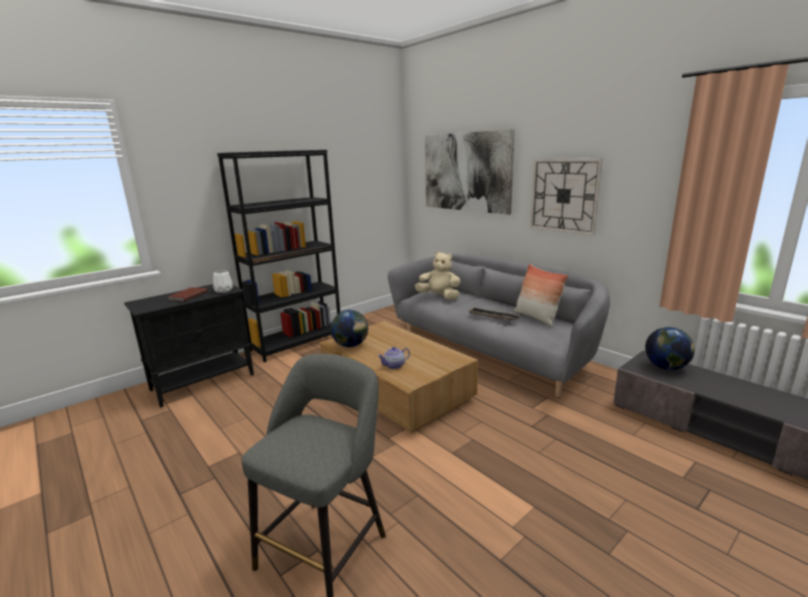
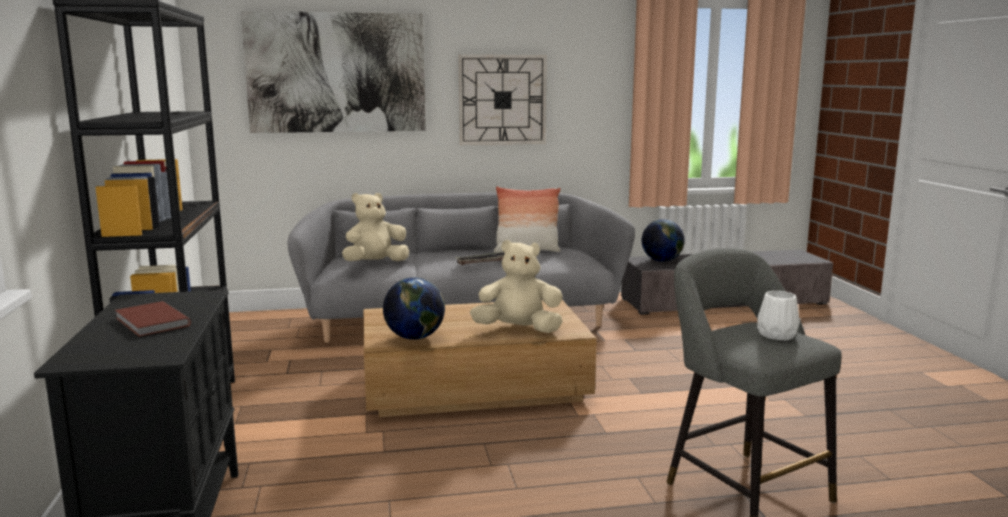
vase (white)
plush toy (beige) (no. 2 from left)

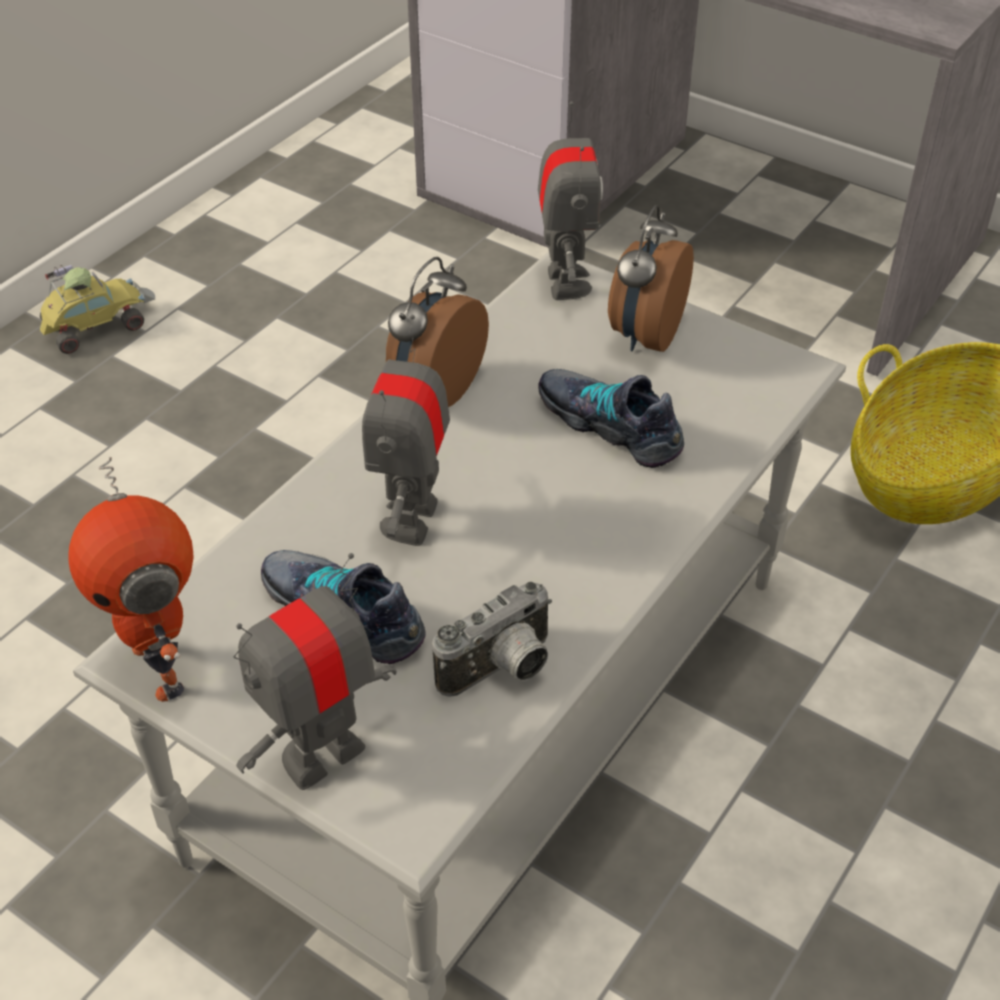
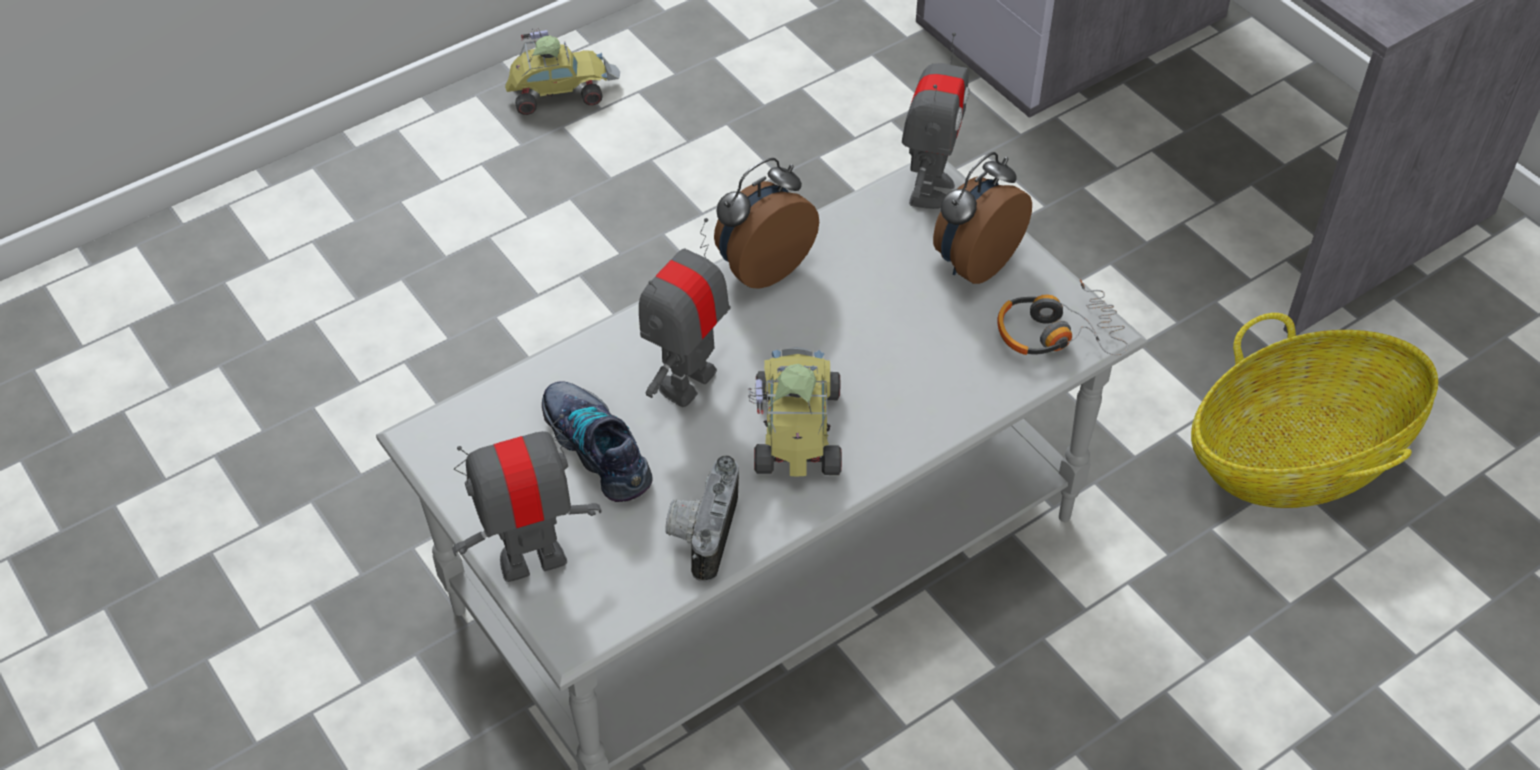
toy robot (no. 1 from left in the first image)
shoe (no. 2 from left in the first image)
toy car (no. 2 from left)
headphones
photo camera

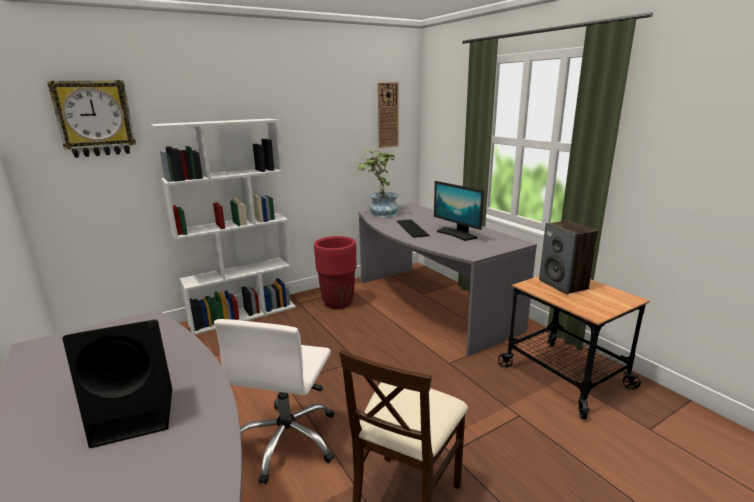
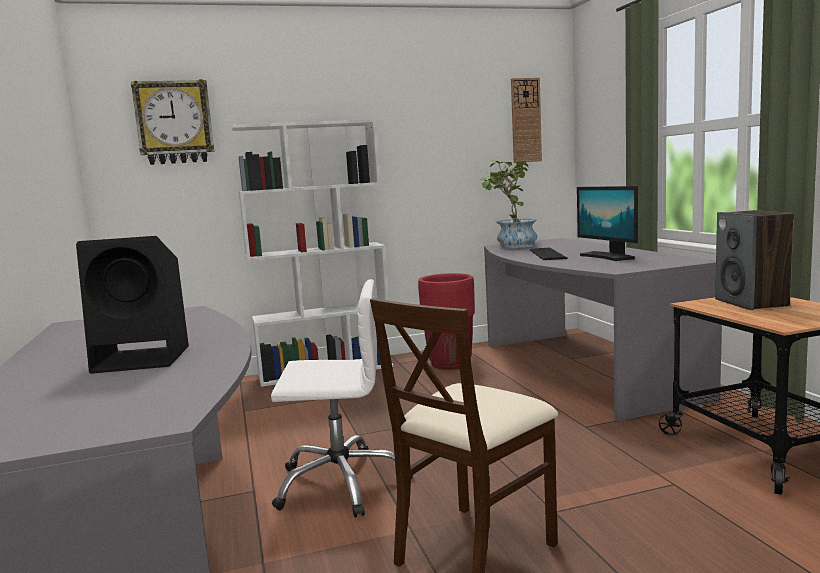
office chair (white)

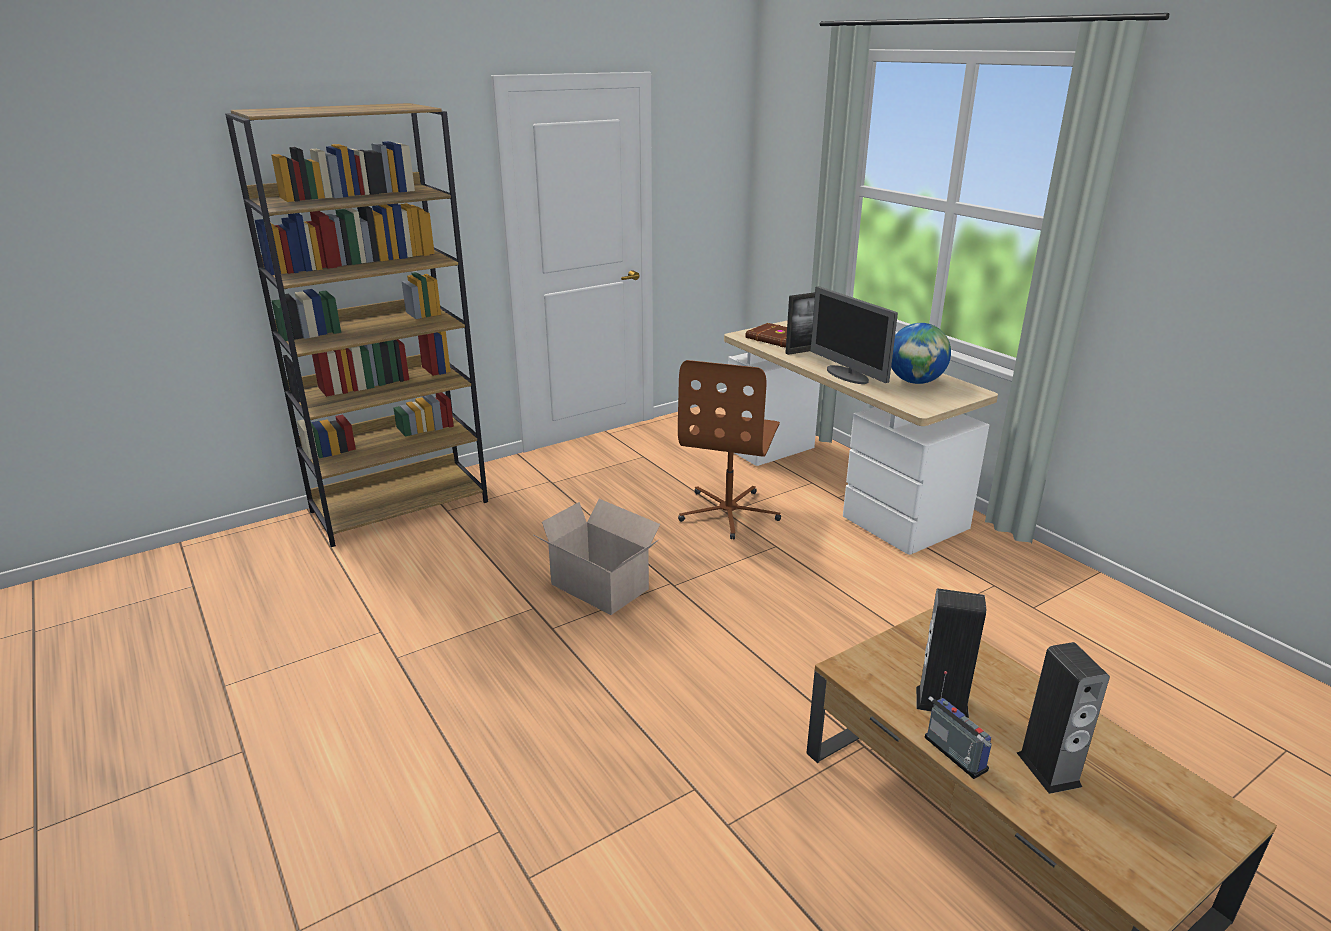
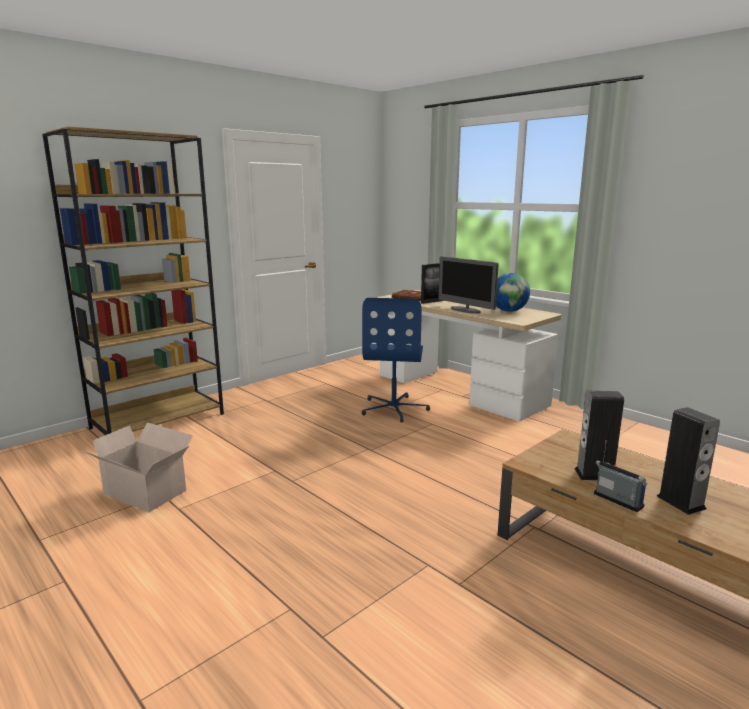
cardboard box
office chair (blue)

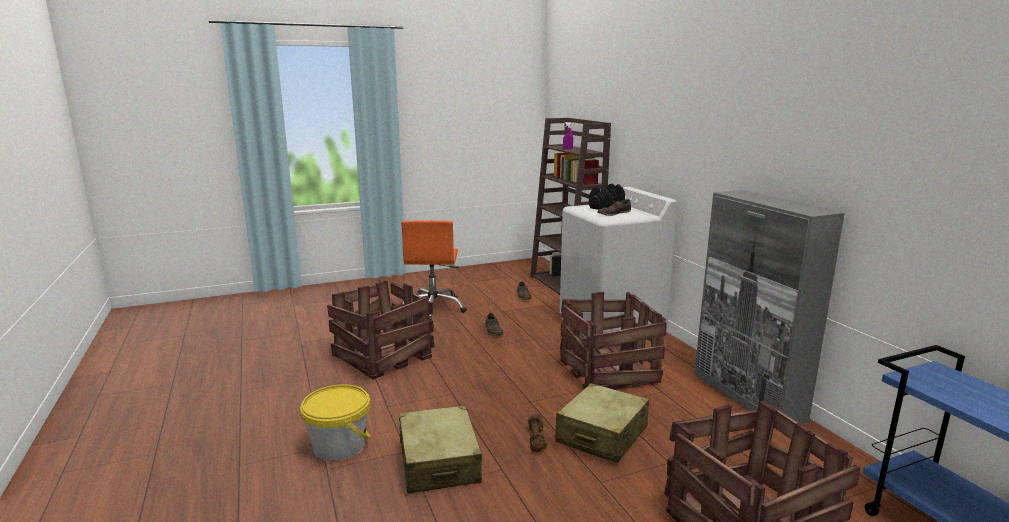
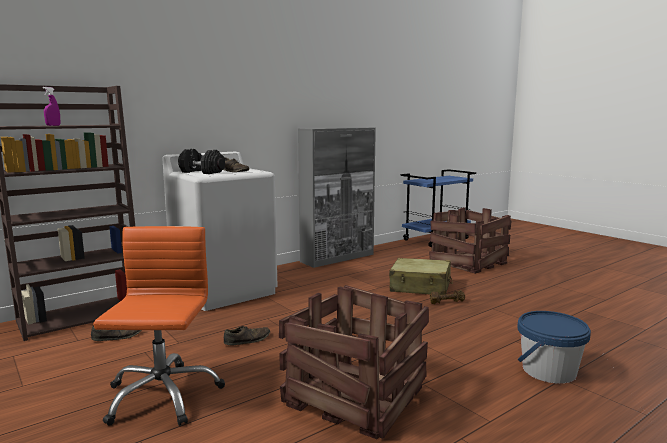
suitcase (beige) (no. 1 from left in the first image)
crate (no. 2 from left in the first image)
bucket (blue)
office chair (orange)

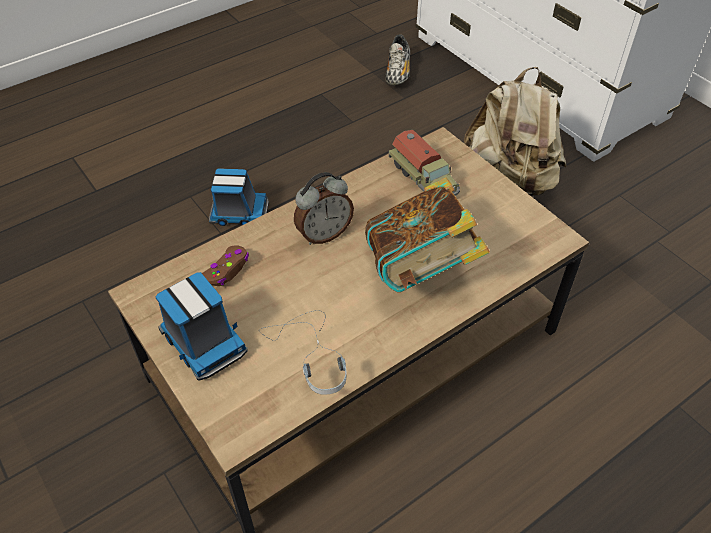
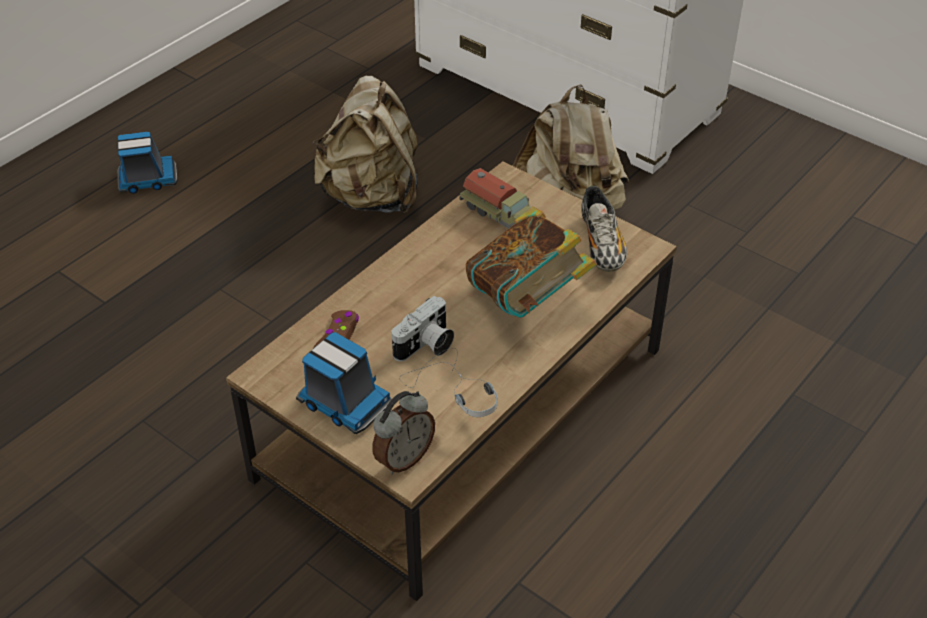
backpack (beige) (no. 1 from left)
photo camera
toy truck (no. 1 from left)
alarm clock
shoe

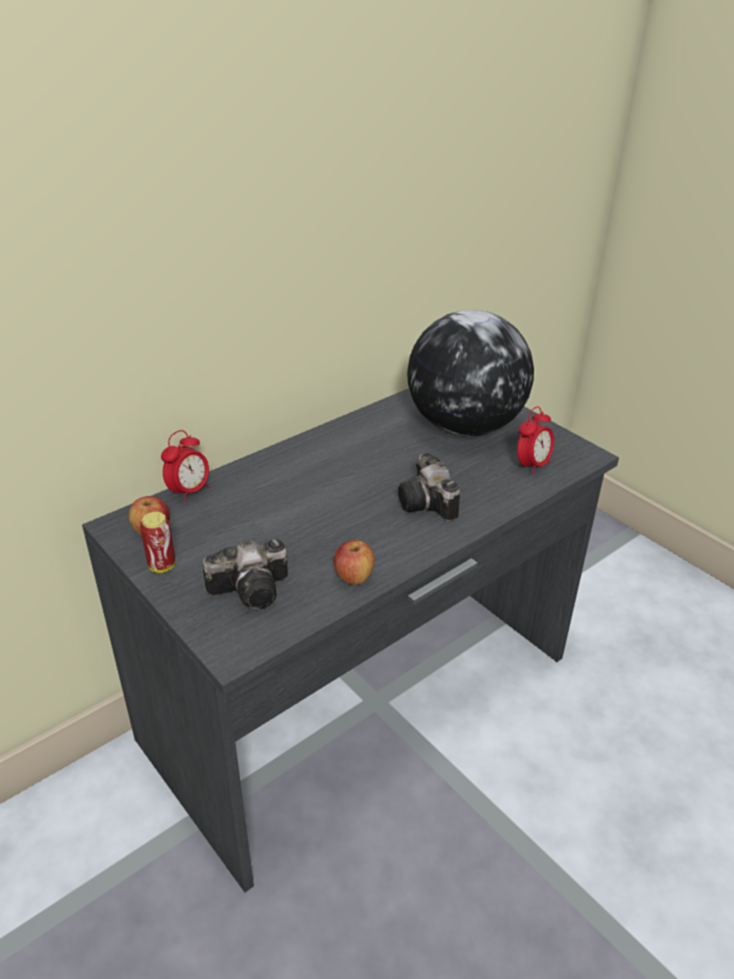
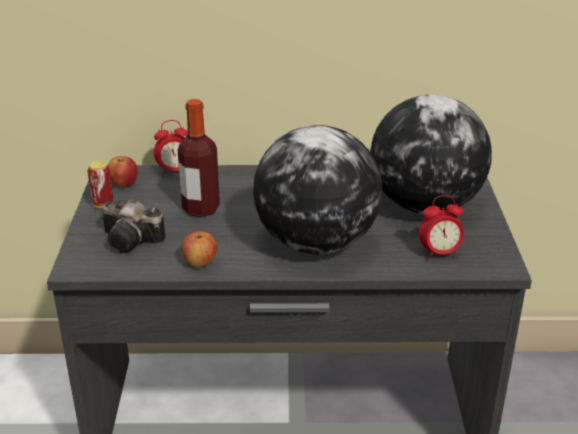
bottle
globe (no. 1 from left)

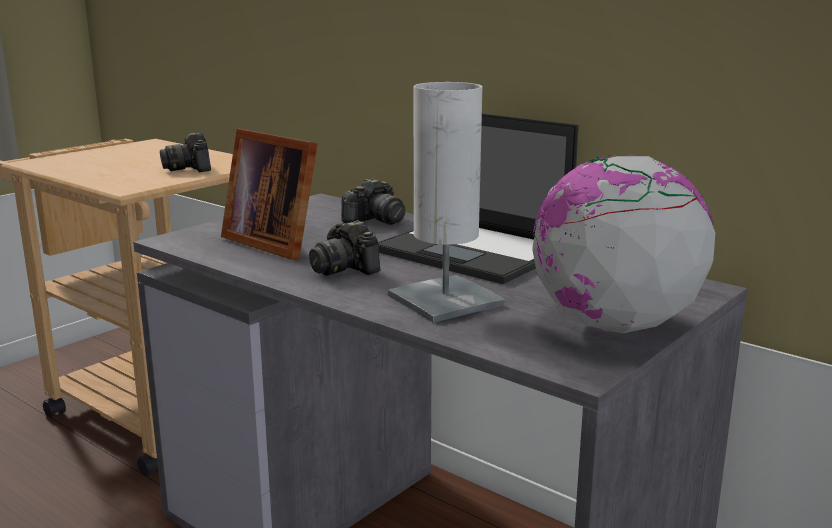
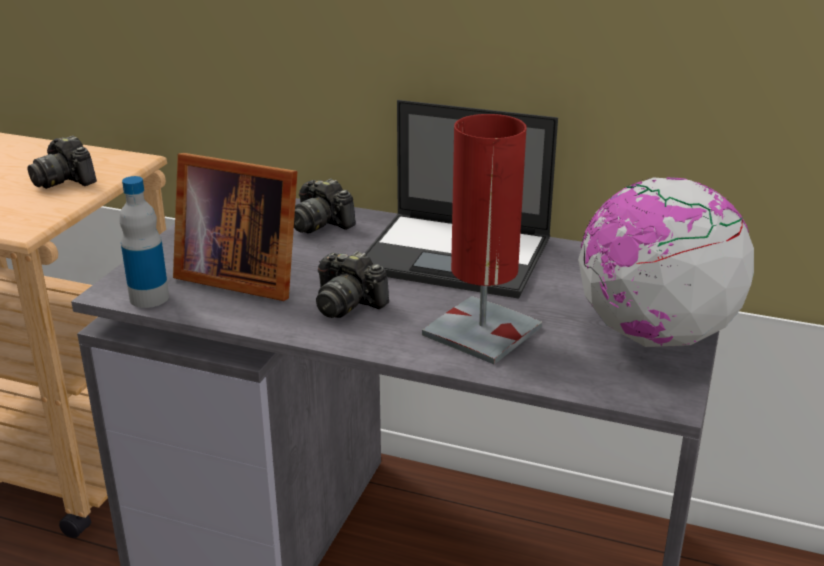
bottle
table lamp (red)
photo camera (no. 2 from left)

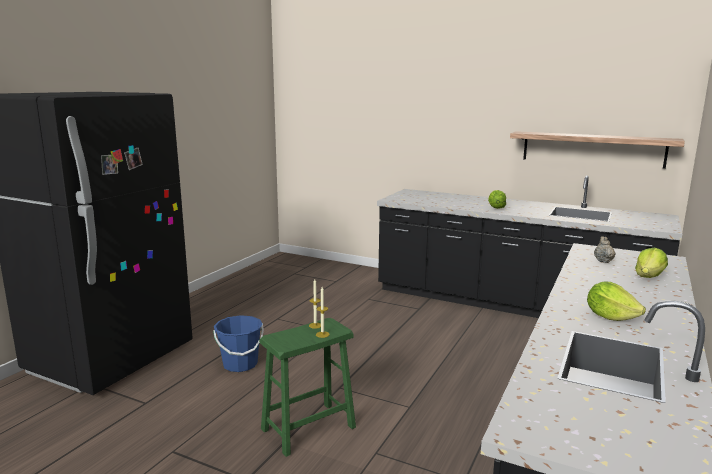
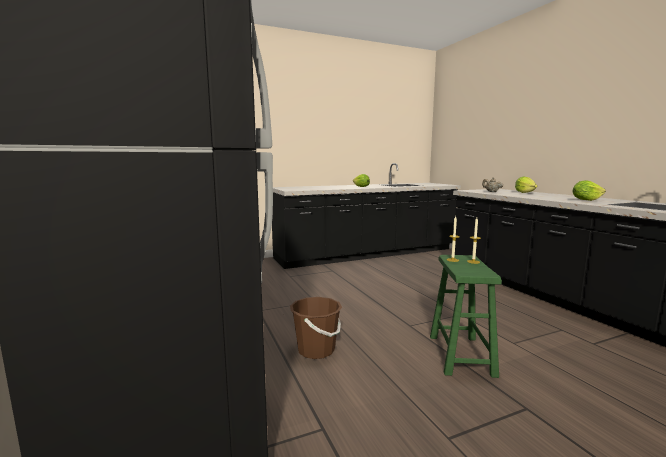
shelf
bucket (brown)

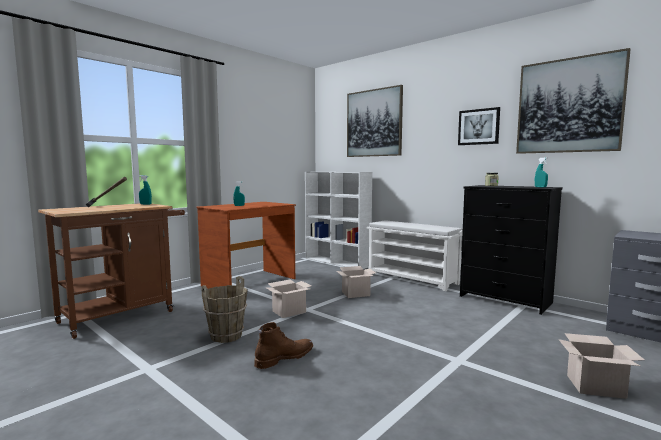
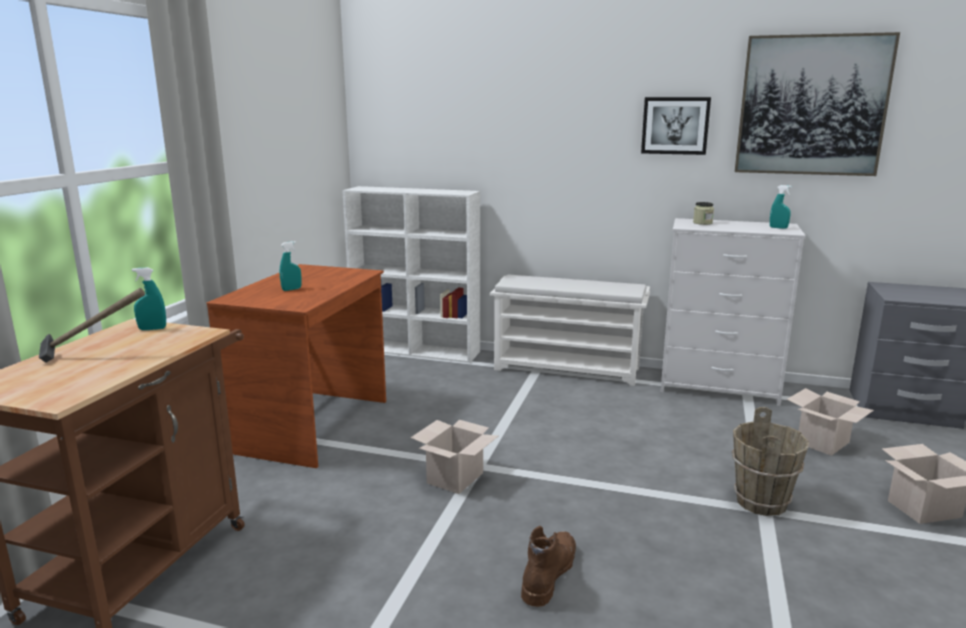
picture (no. 1 from left in the first image)
bucket (brown)
cardboard box (no. 2 from left)
dresser (white)

